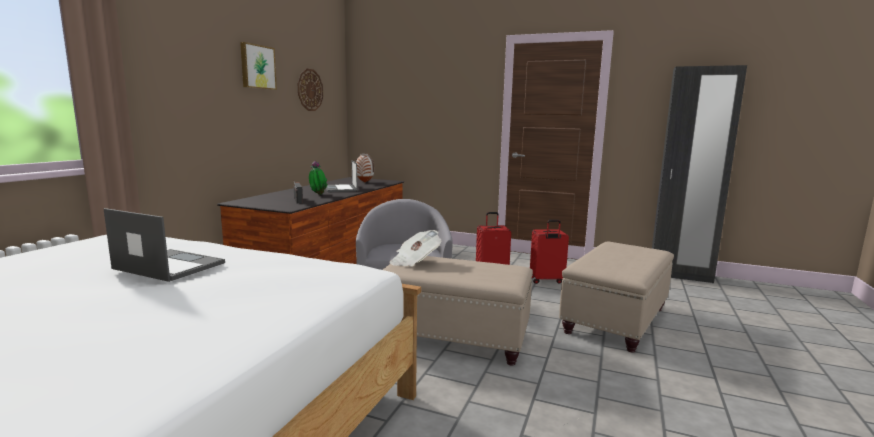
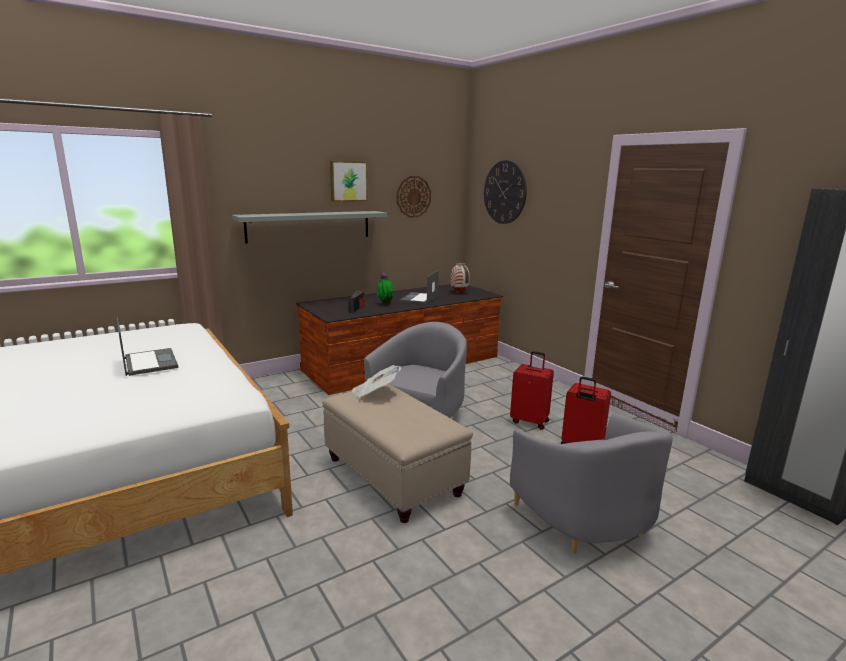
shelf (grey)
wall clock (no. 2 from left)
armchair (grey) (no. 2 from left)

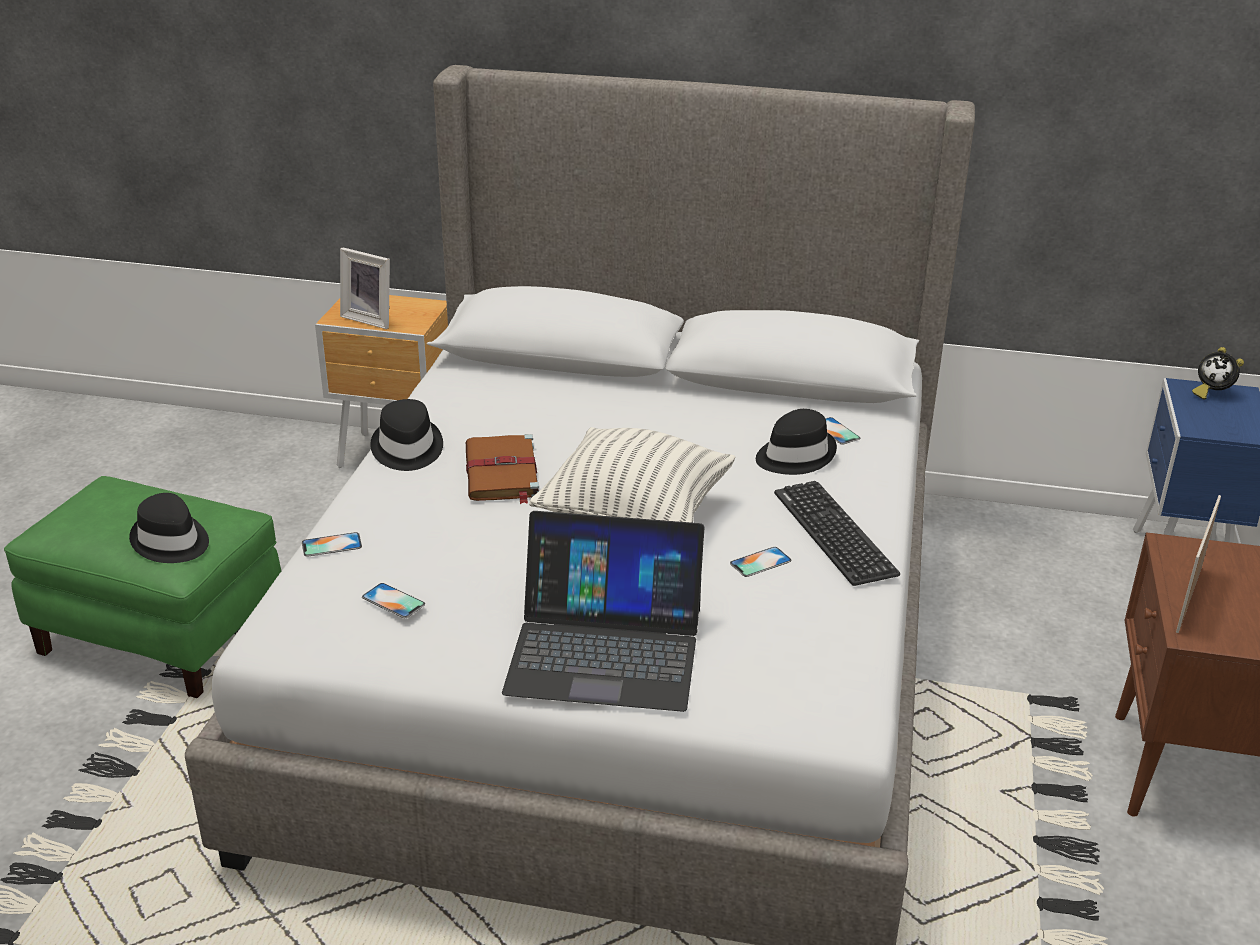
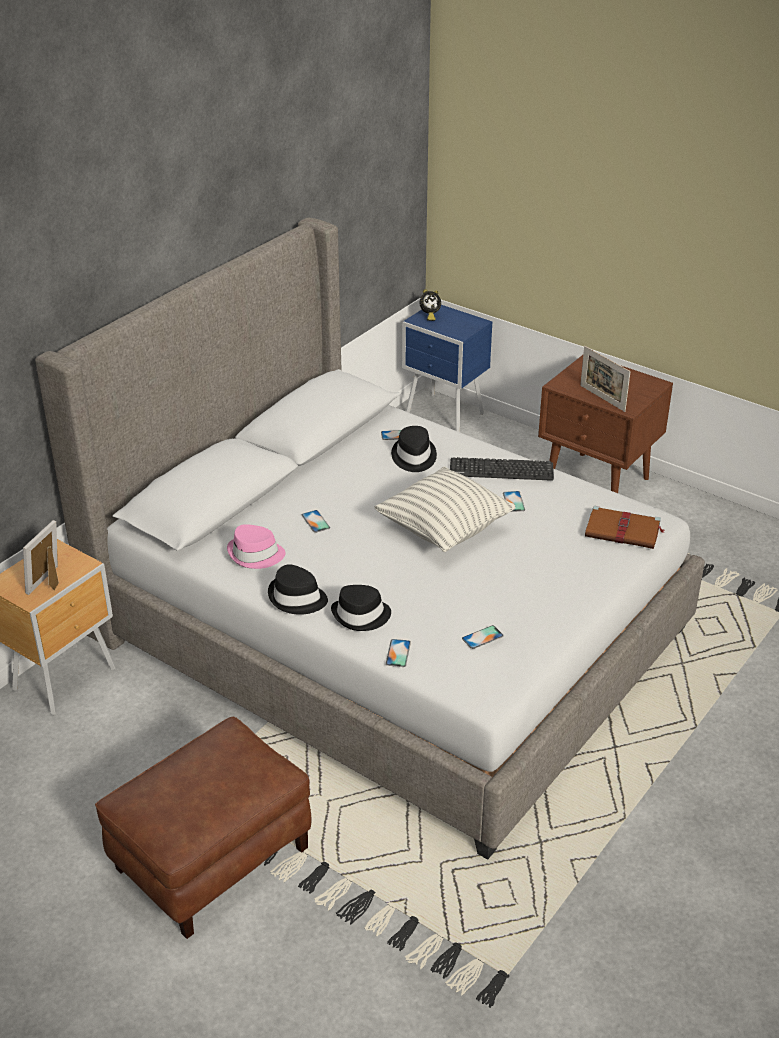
laptop
hat (pink)
phone (no. 1 from left)
hat (black) (no. 2 from left)
book (brown)
ottoman (brown)
picture frame (no. 1 from left)

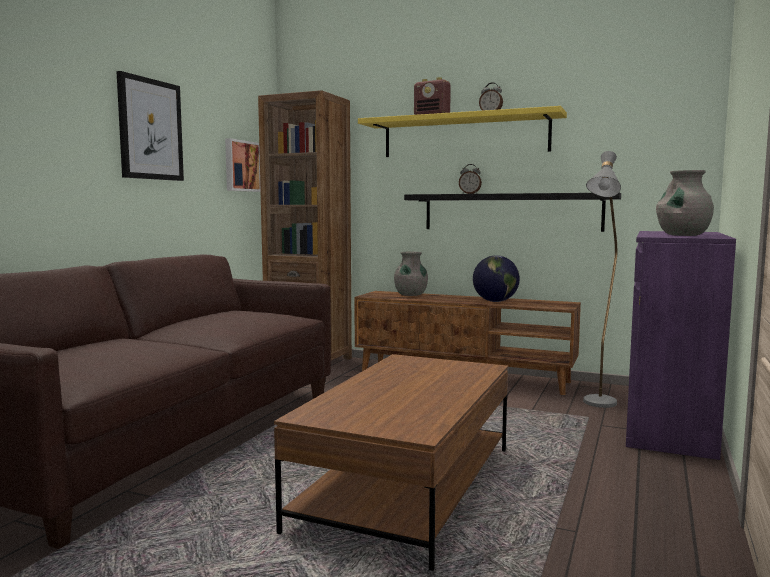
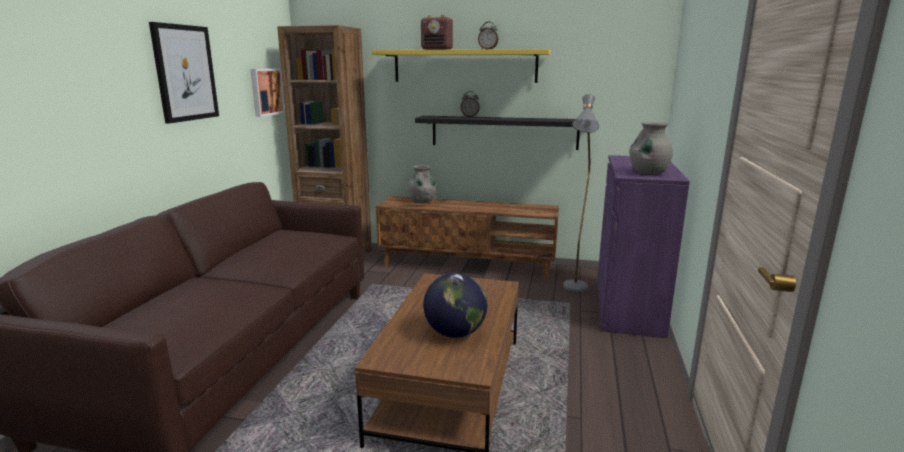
globe

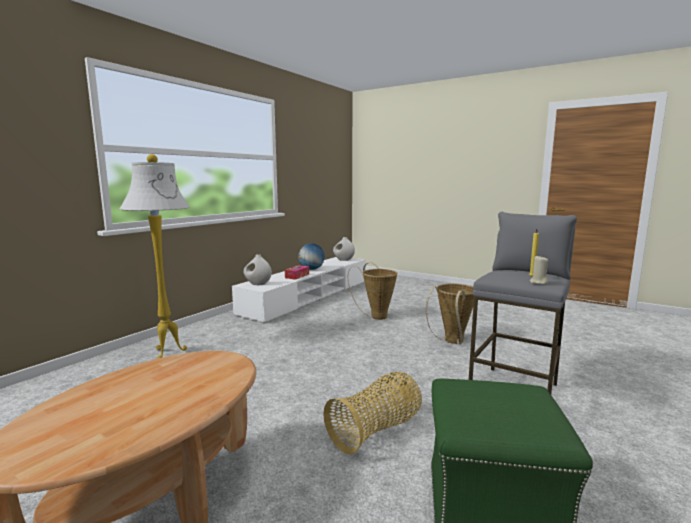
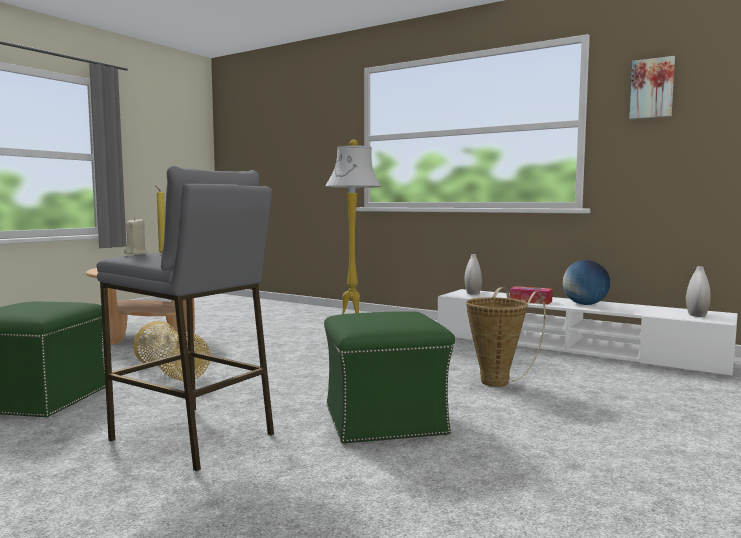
picture
ottoman (green) (no. 2 from left)

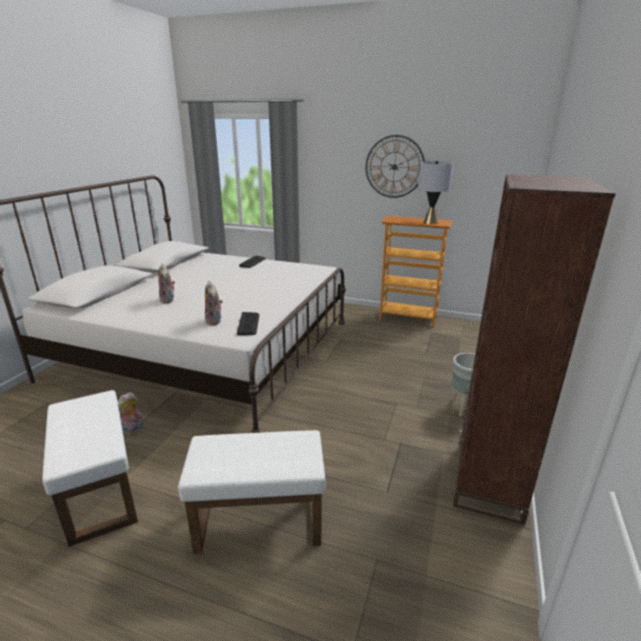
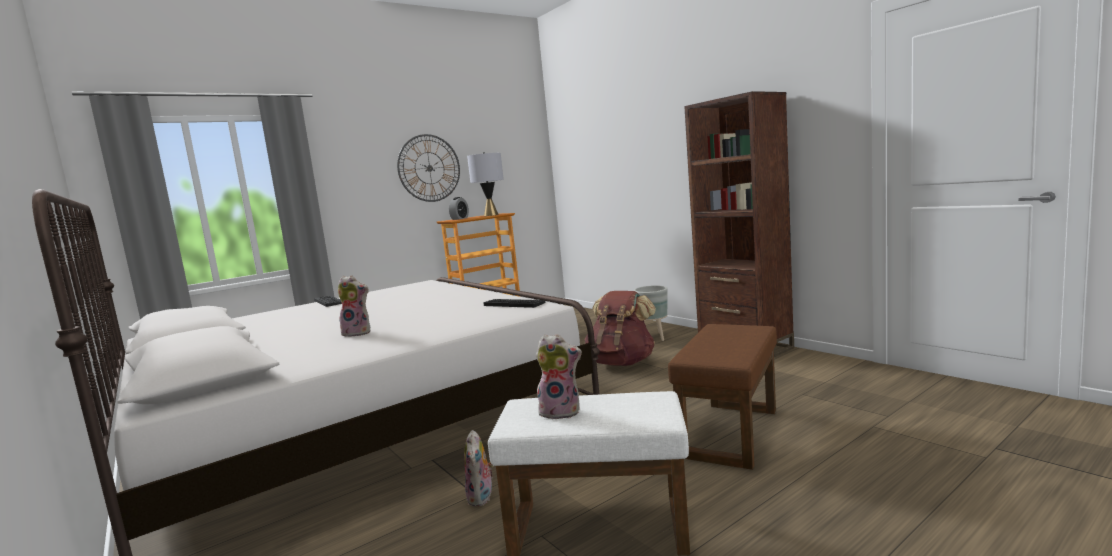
alarm clock
backpack (brown)
plush toy (no. 3 from left)
ottoman (brown)

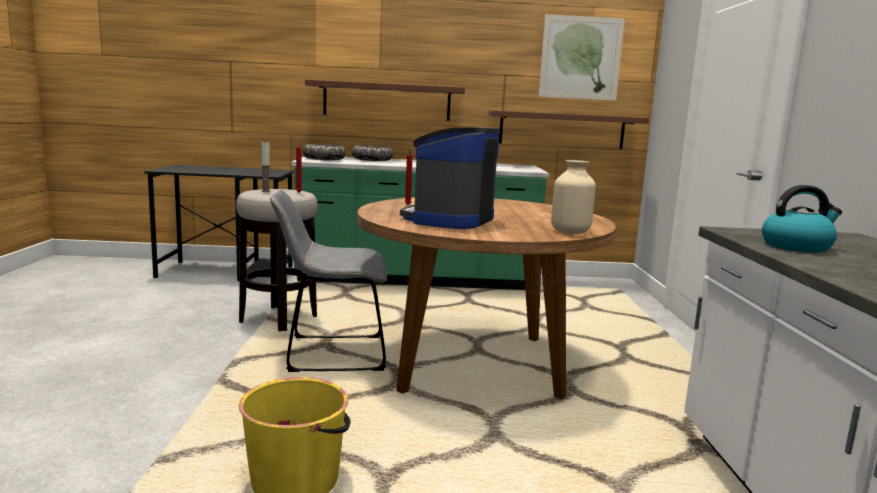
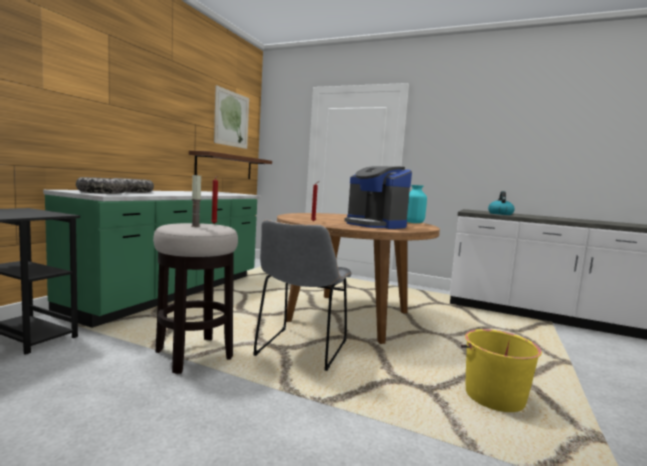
shelf (brown) (no. 1 from left in the first image)
vase (turquoise)

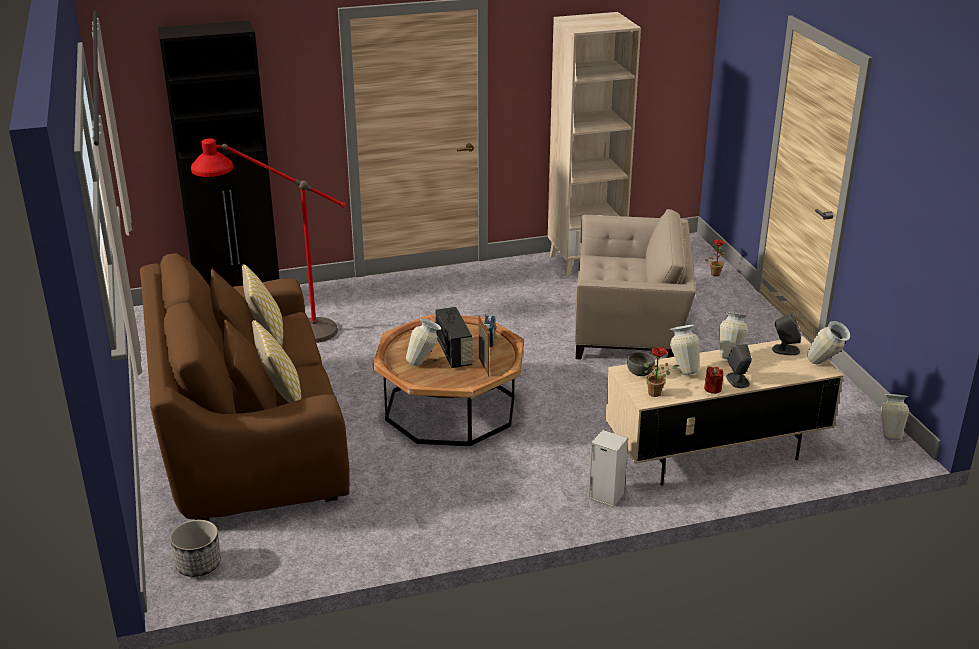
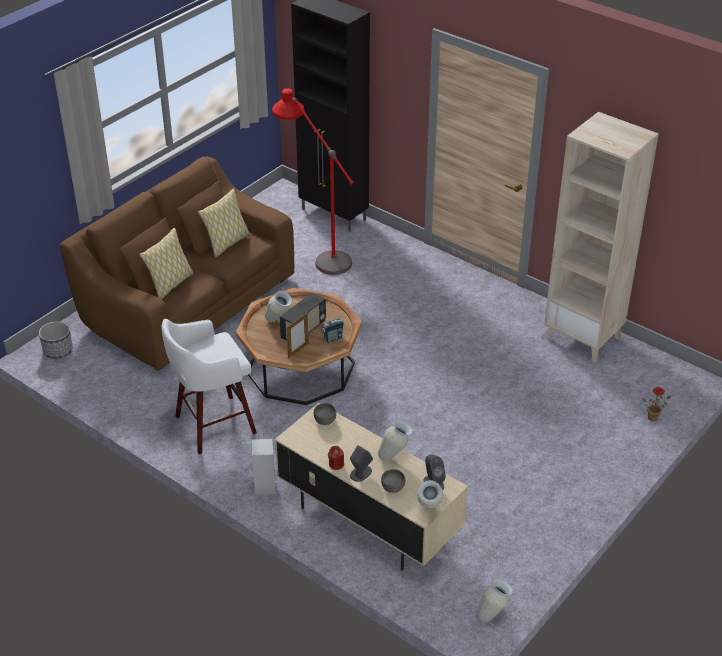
armchair (beige)
potted plant (no. 1 from left in the first image)
vase (no. 2 from left in the first image)
stool (white)
bowl (grey) (no. 2 from left)

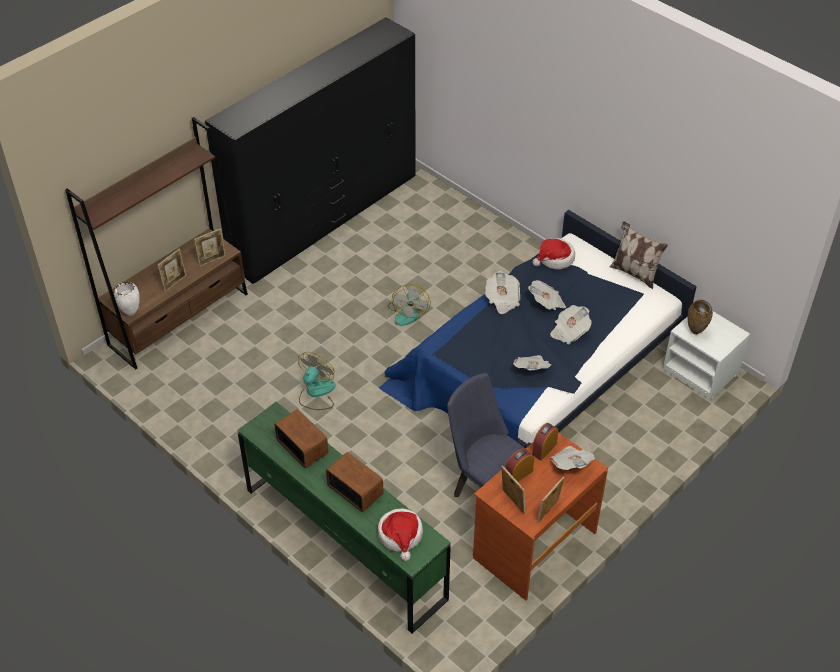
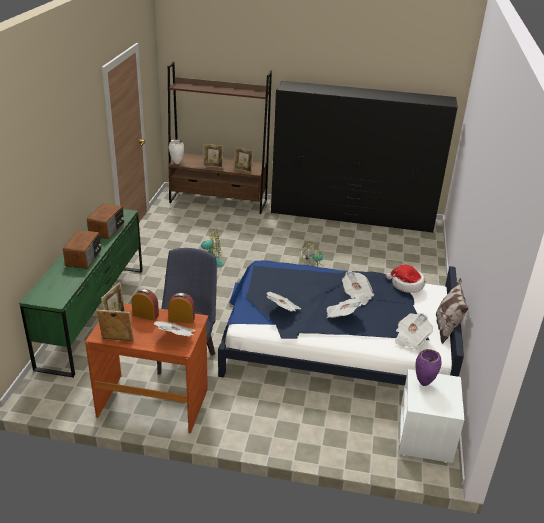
hat (no. 1 from left in the first image)
newspaper (no. 5 from left)
vase (purple)

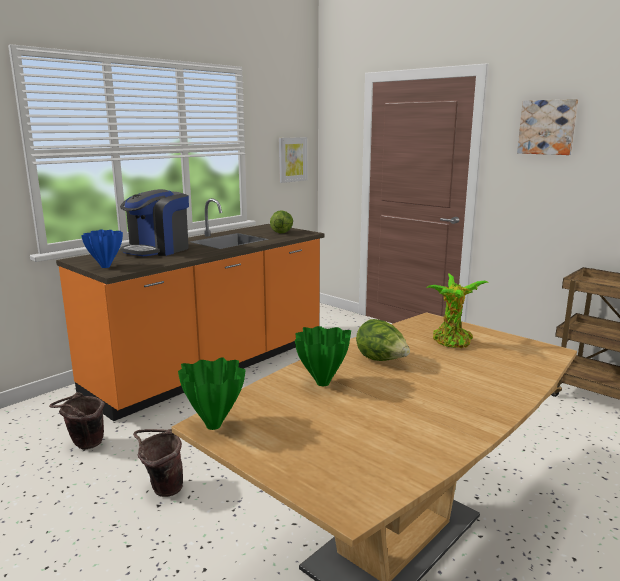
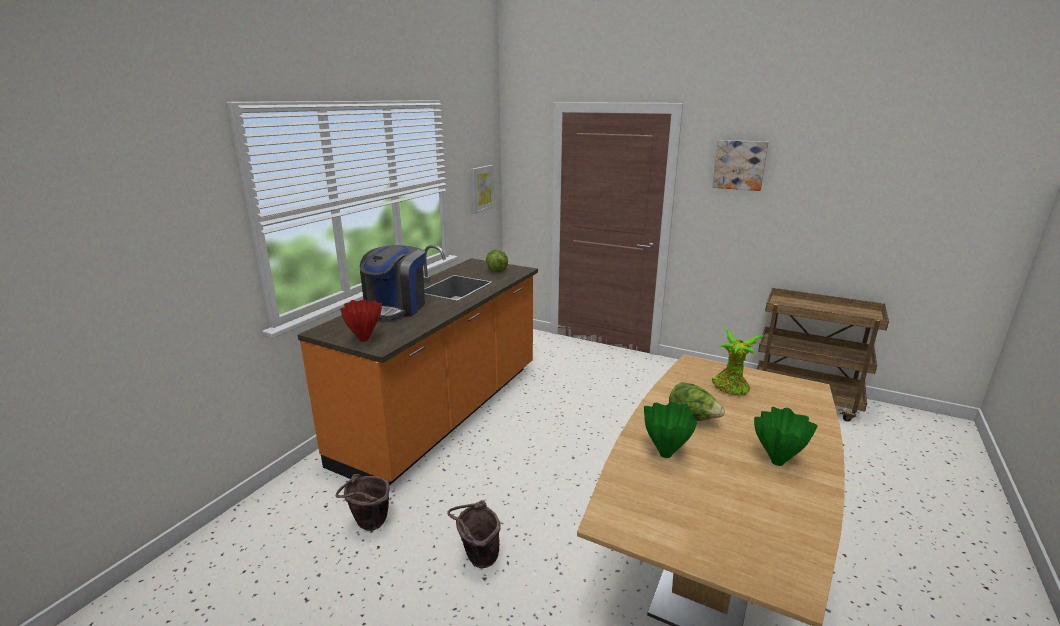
vase (green) (no. 2 from left)
vase (red)

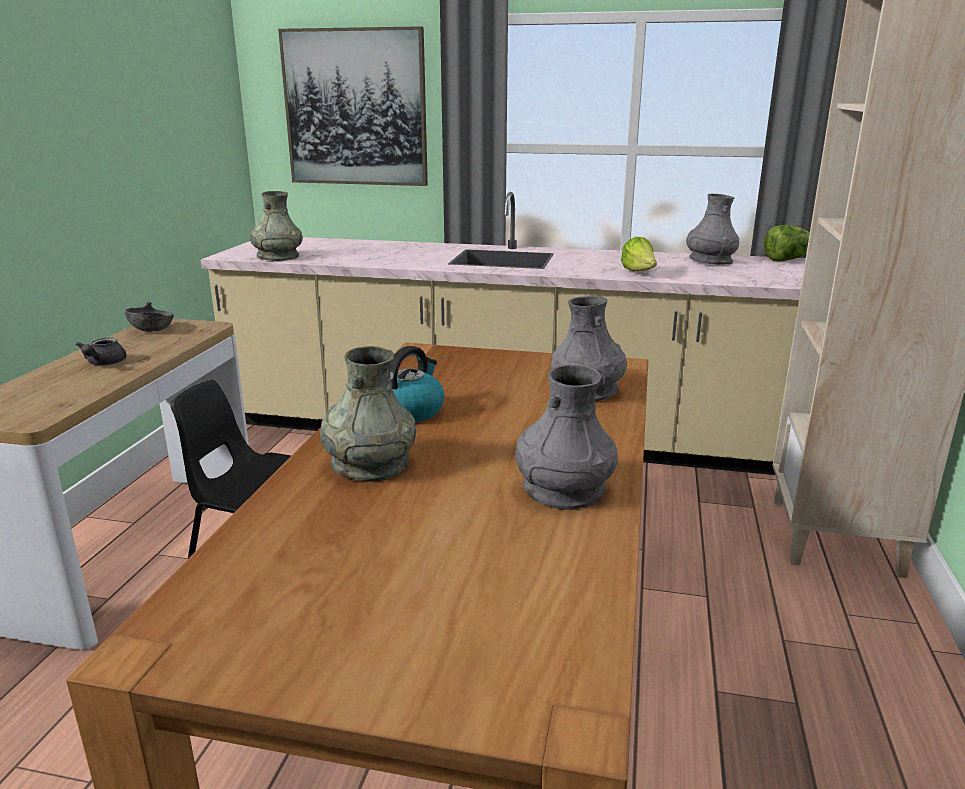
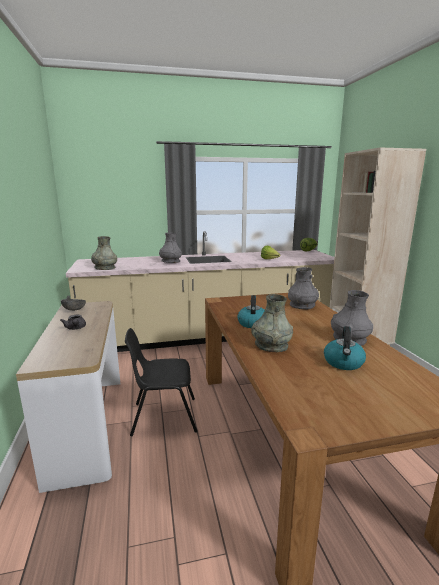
picture
kettle (no. 2 from left)
vase (grey) (no. 2 from left)

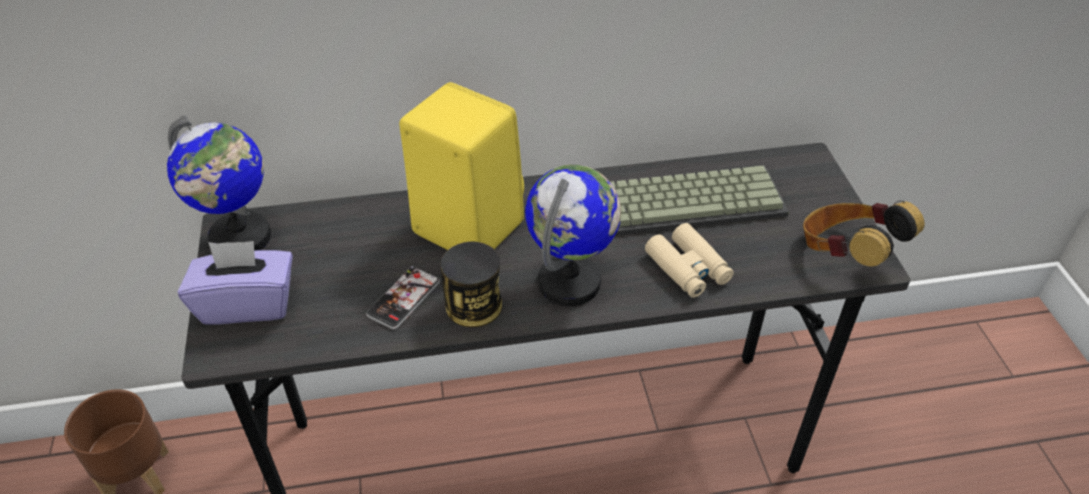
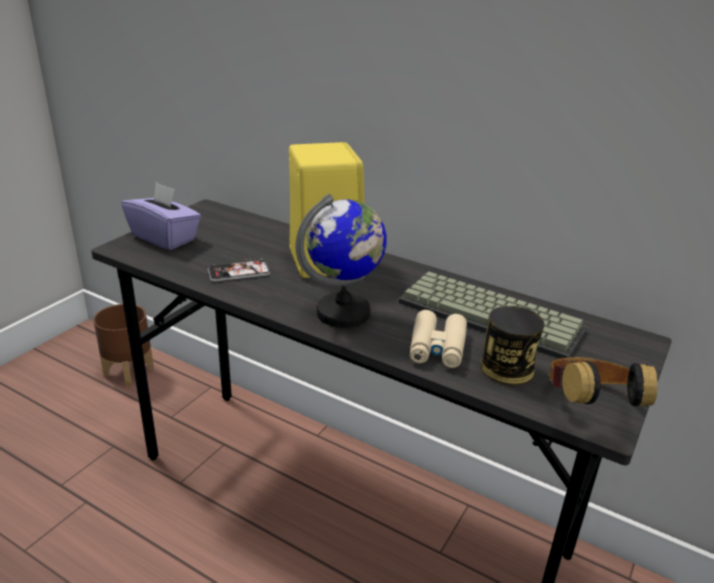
globe (no. 1 from left in the first image)
can

